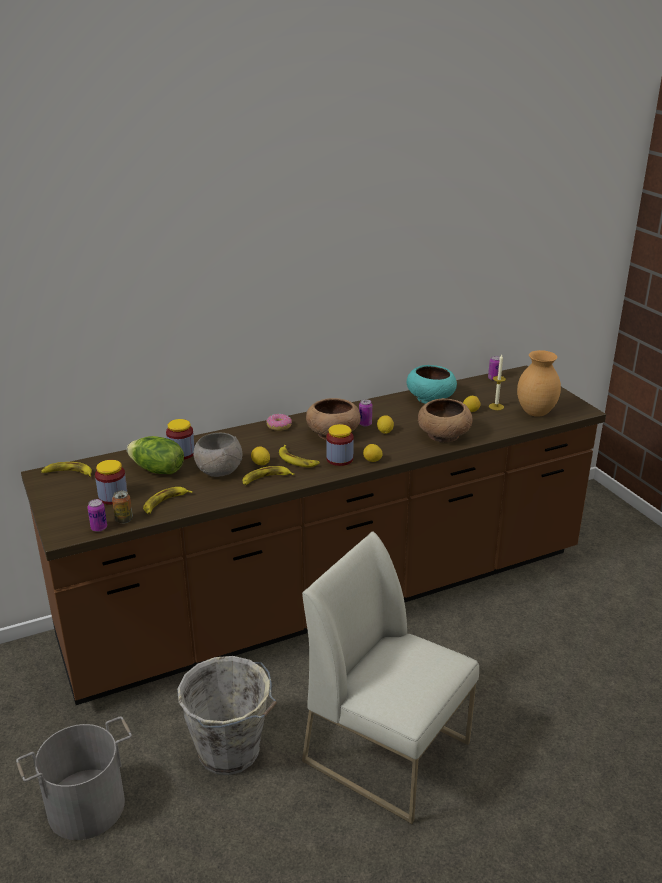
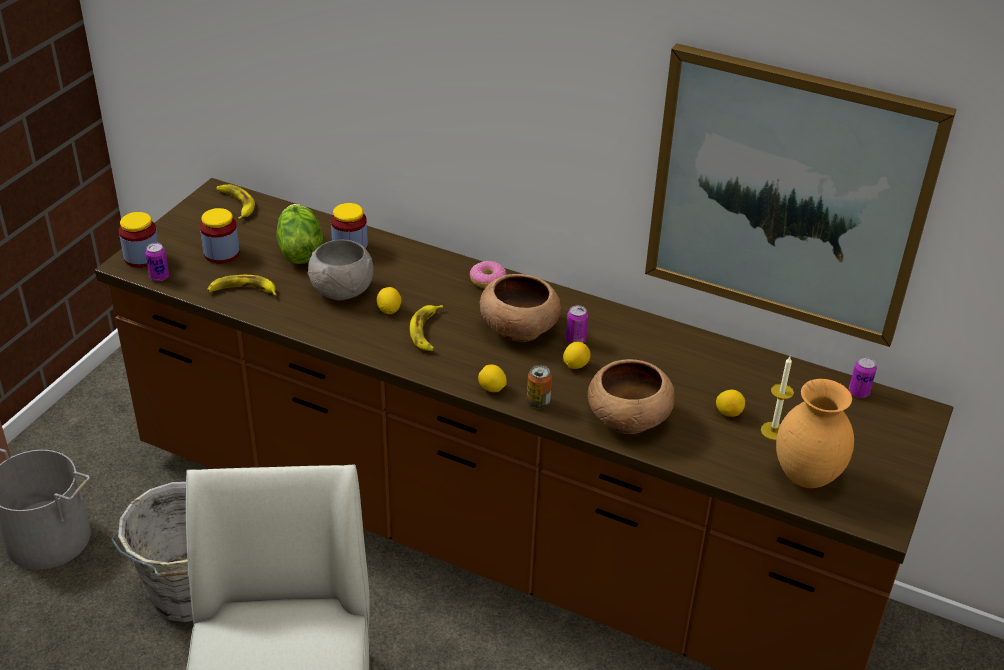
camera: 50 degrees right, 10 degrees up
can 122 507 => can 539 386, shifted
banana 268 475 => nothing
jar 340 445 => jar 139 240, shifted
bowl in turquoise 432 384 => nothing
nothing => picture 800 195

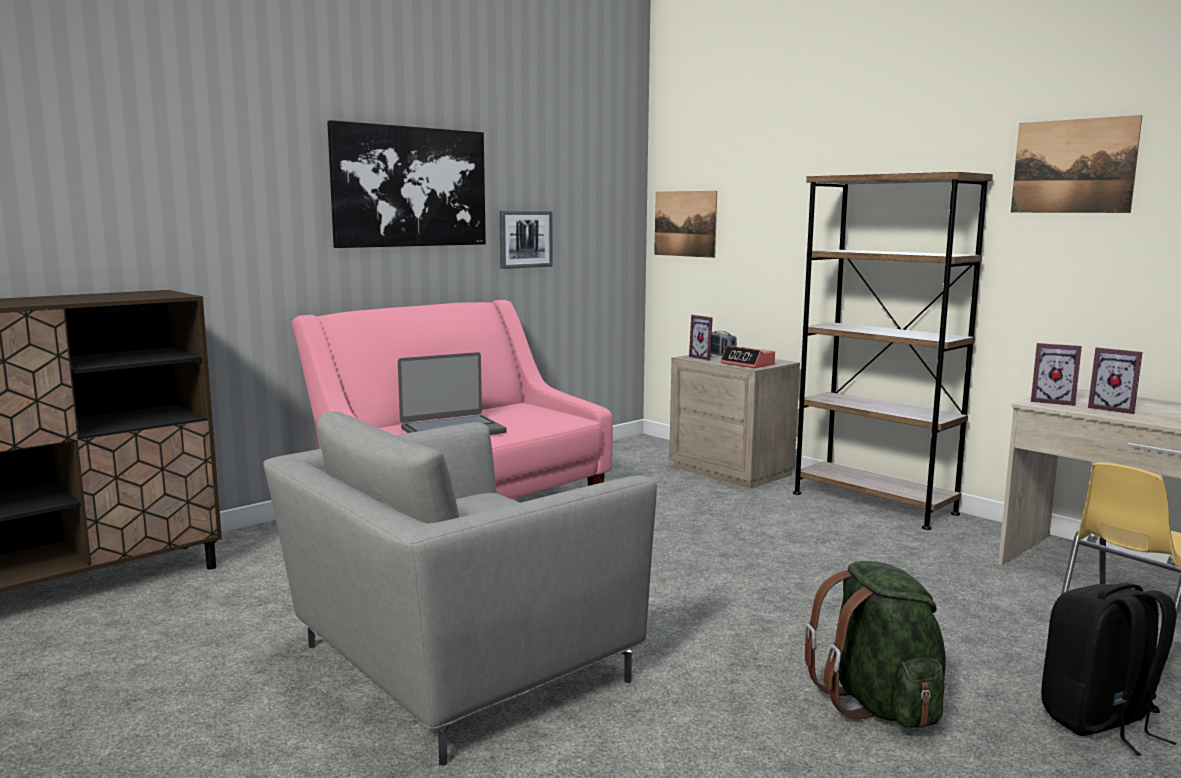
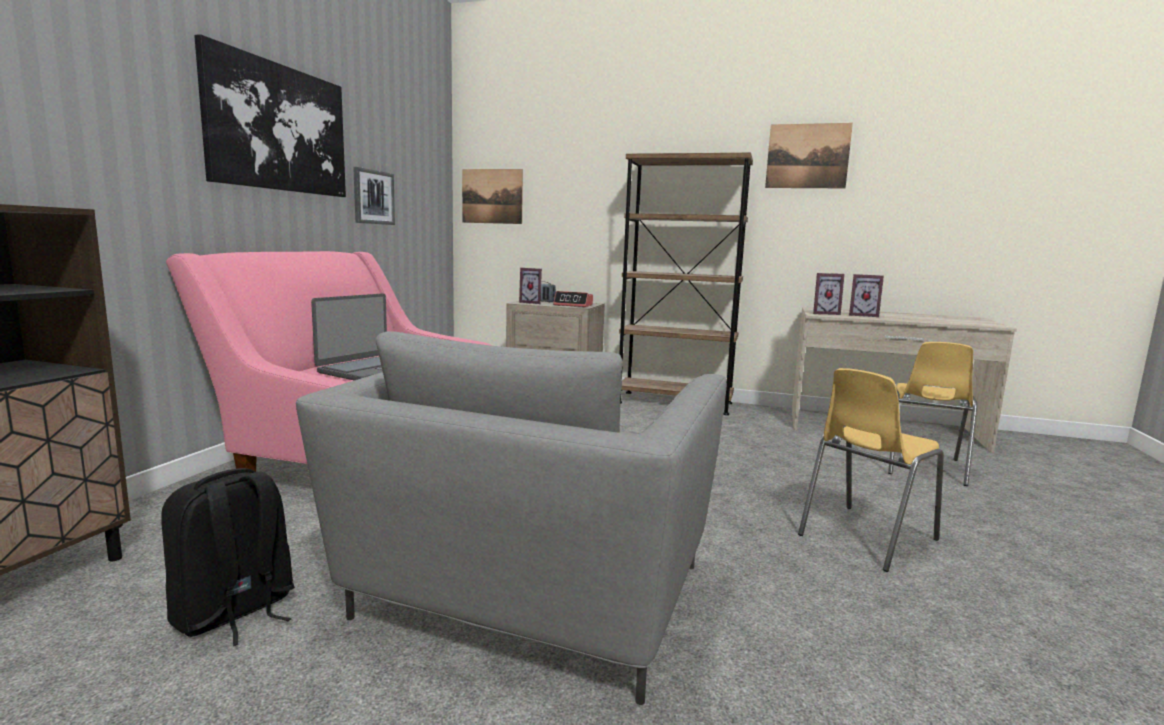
camera: 30 degrees left, 0 degrees up
backpack in green 875 645 => chair in yellow 871 470
backpack in black 1108 669 => backpack in black 228 557, shifted

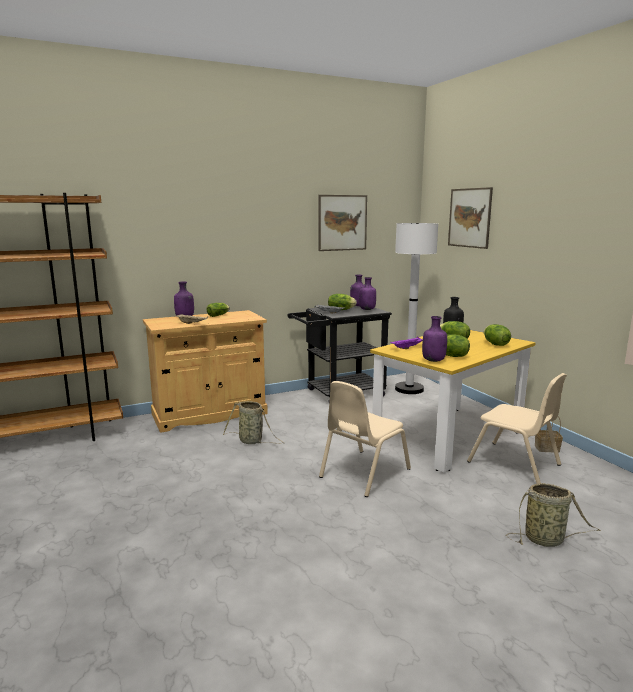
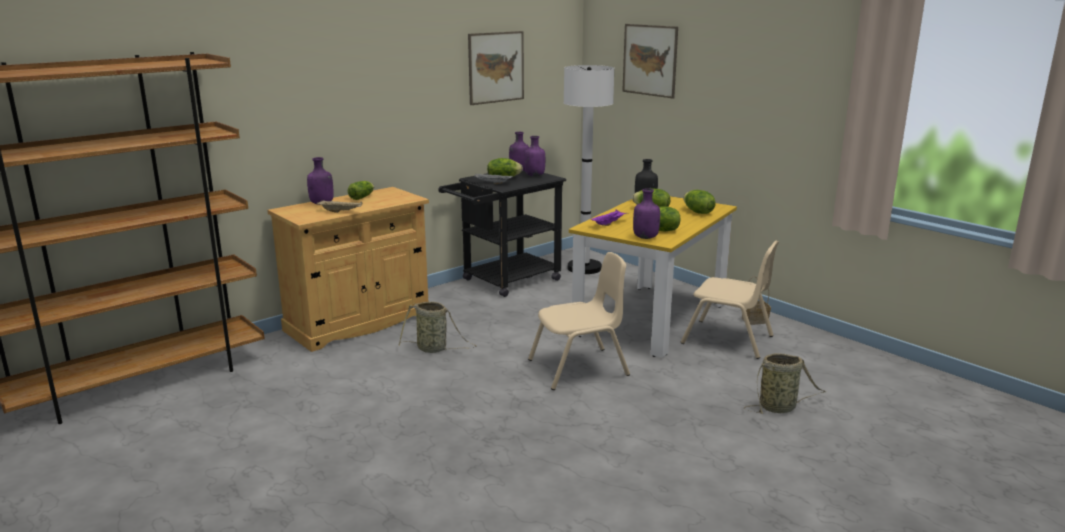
camera: 15 degrees left, 5 degrees up
chair in beige 365 439 => chair in beige 579 321, 135 degrees counterclockwise

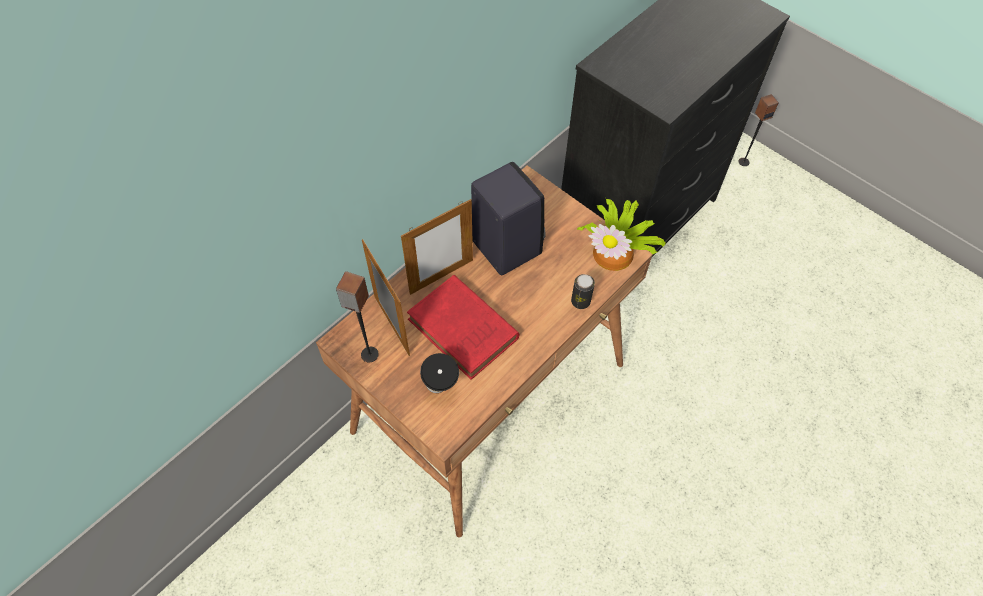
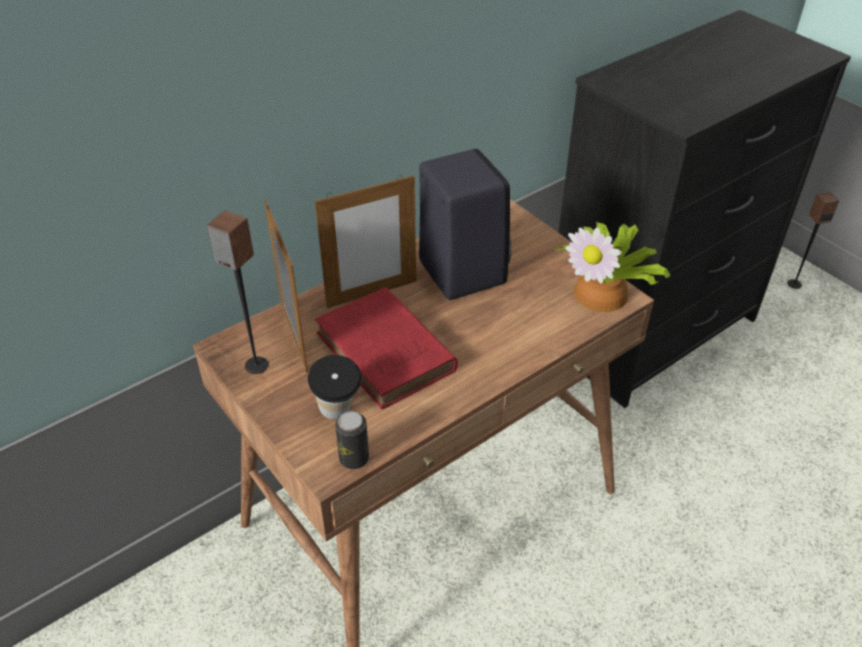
camera: 10 degrees right, 15 degrees down
can 583 291 => can 352 440, shifted

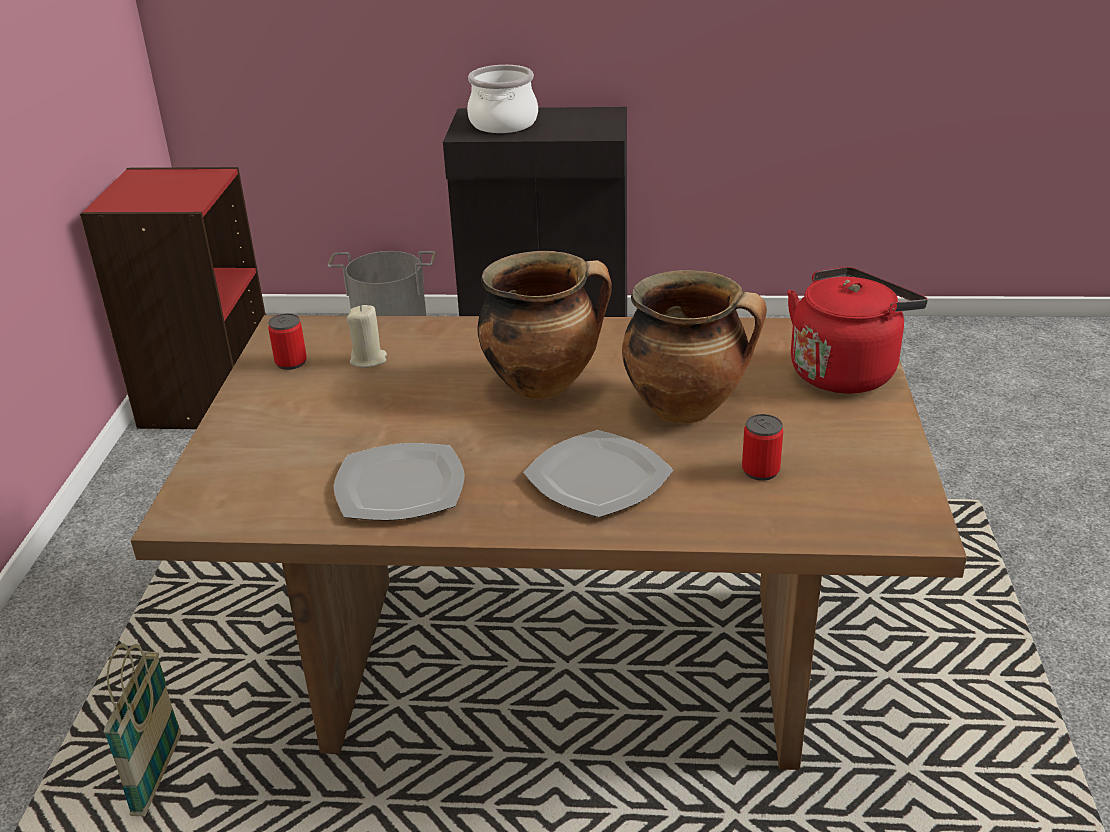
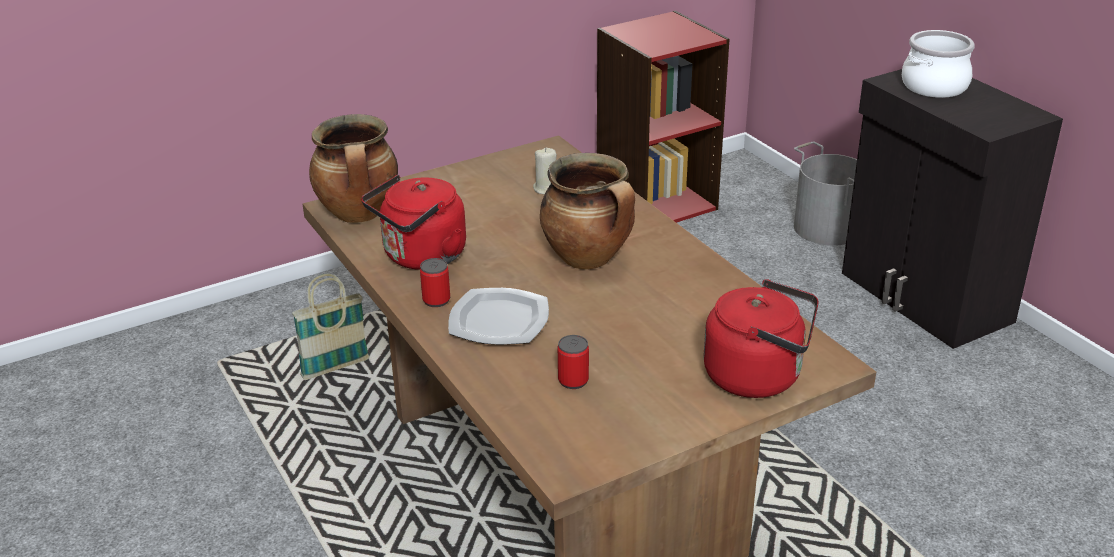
camera: 55 degrees right, 0 degrees up
can 287 342 => can 435 282, shifted
plate 399 482 => kettle in red 413 222
cooking pot 694 347 => cooking pot 353 168, shifted

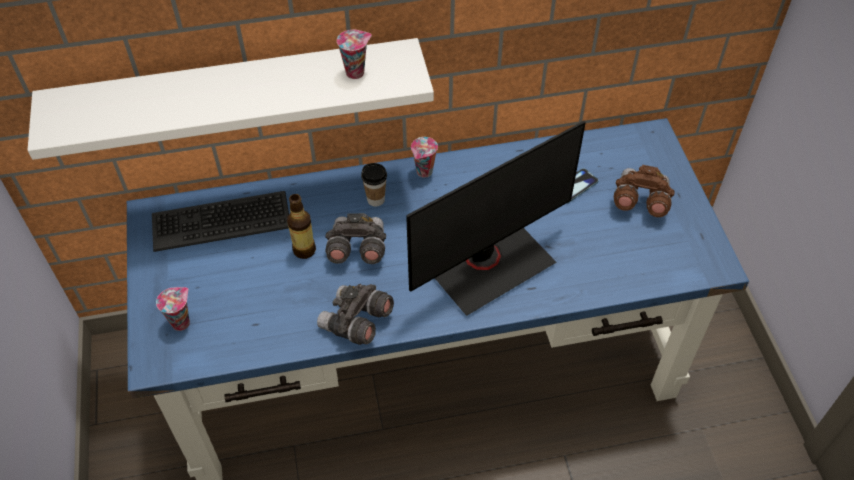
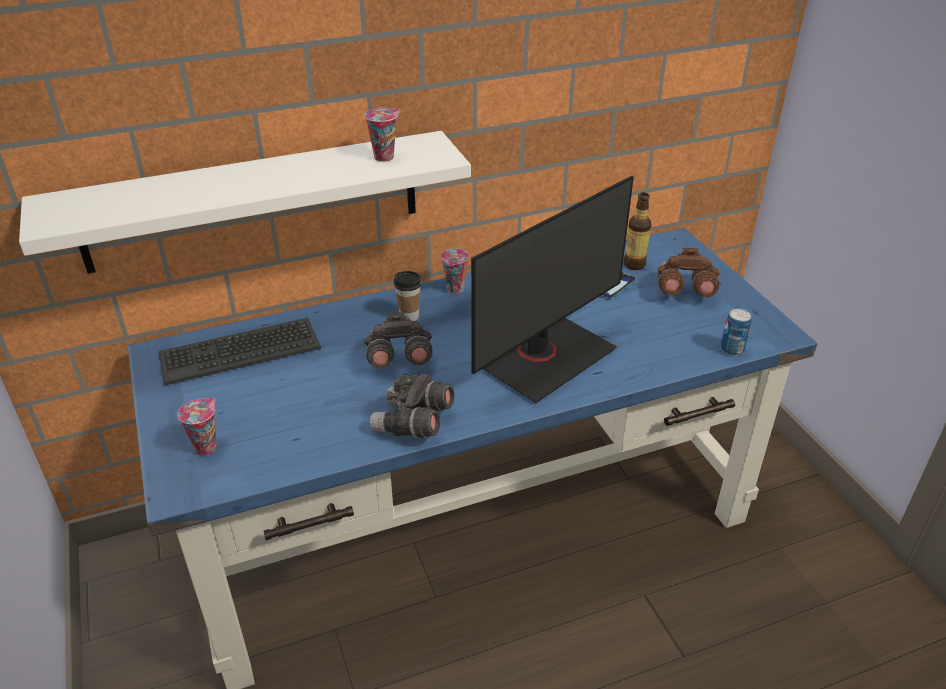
camera: 10 degrees left, 15 degrees down
bottle 301 226 => bottle 637 231, shifted
nothing => can 736 332

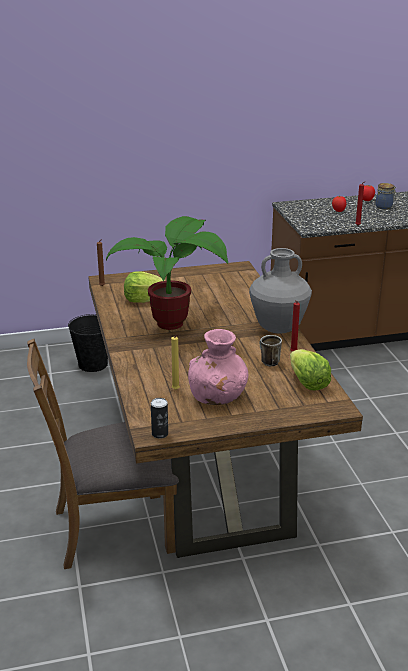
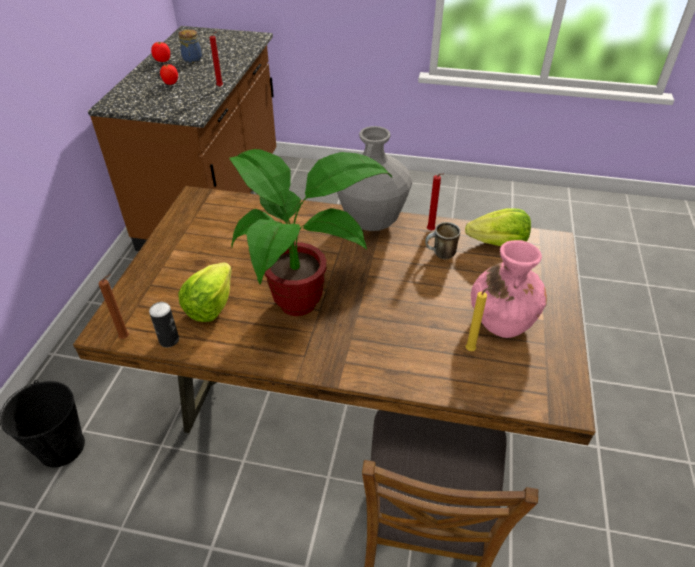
camera: 65 degrees left, 15 degrees up
can 159 418 => can 164 324, shifted

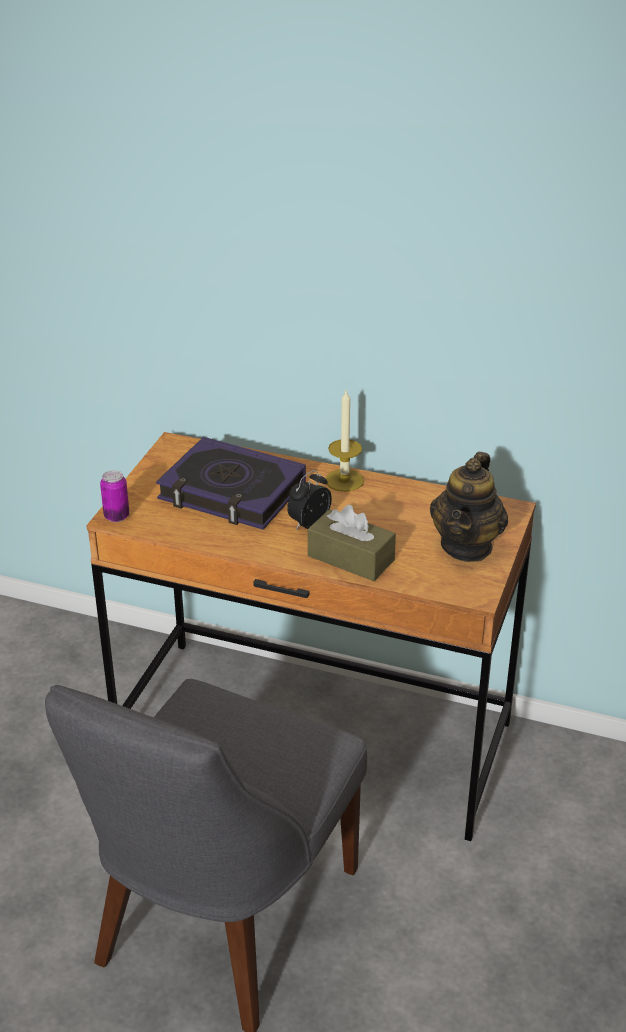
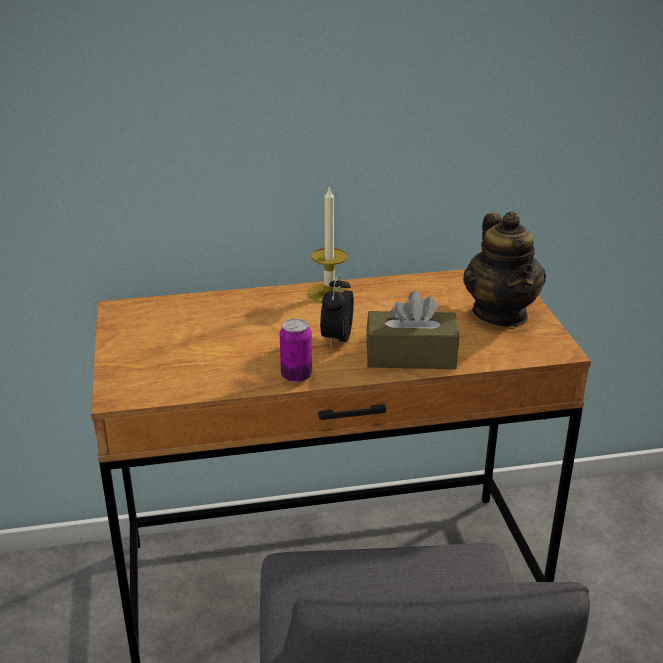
camera: 30 degrees left, 5 degrees down
can 114 496 => can 296 351, shifted
book 231 483 => nothing

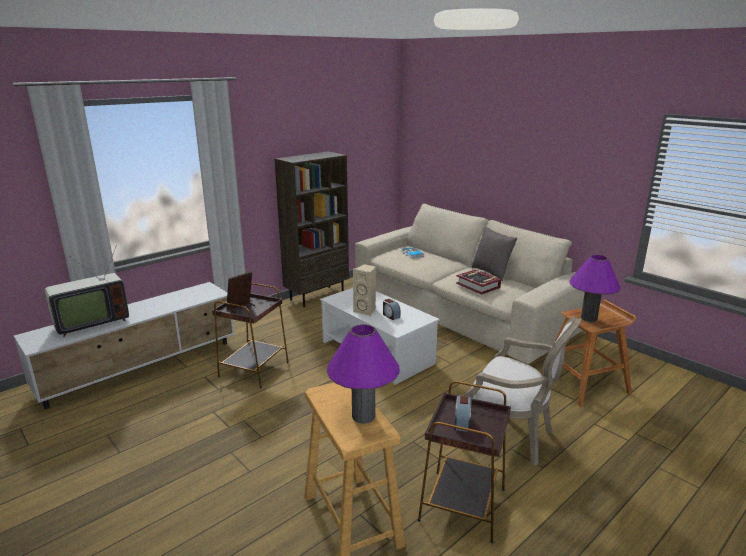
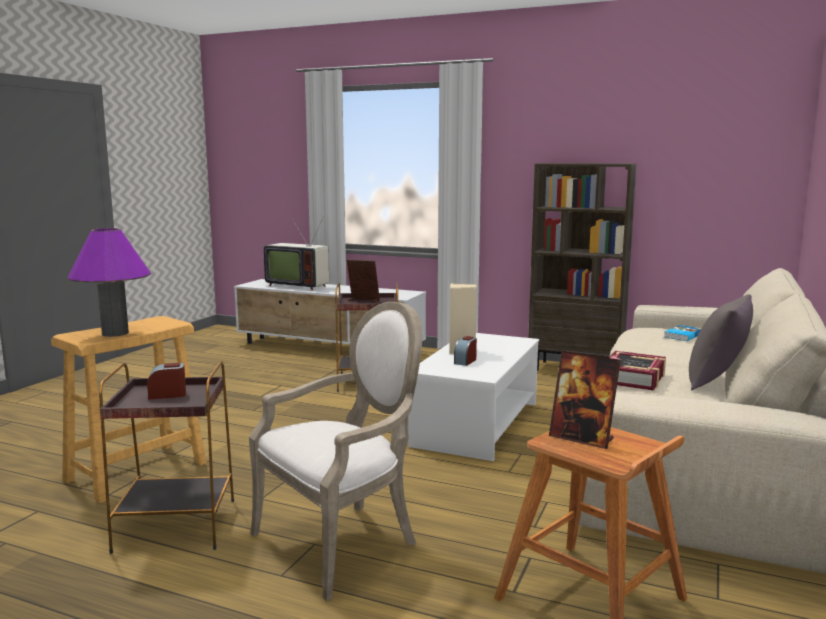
camera: 65 degrees right, 10 degrees down
armchair 520 391 => armchair 335 451, 135 degrees counterclockwise
table lamp in purple 595 288 => picture frame 585 400

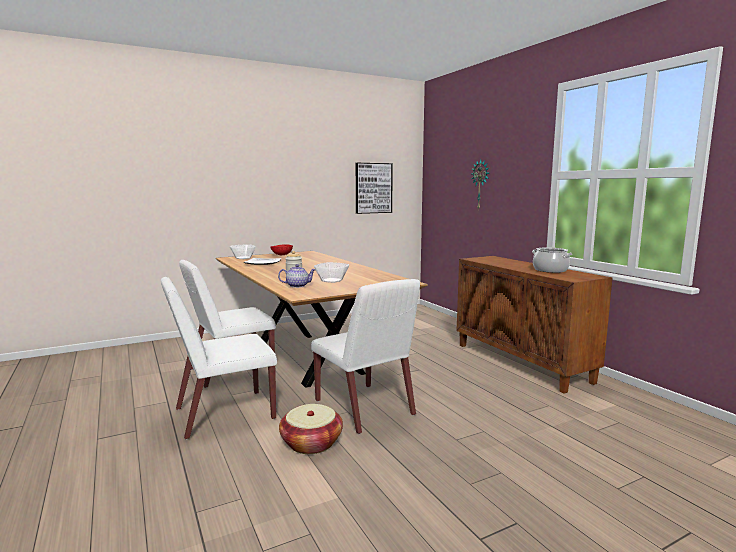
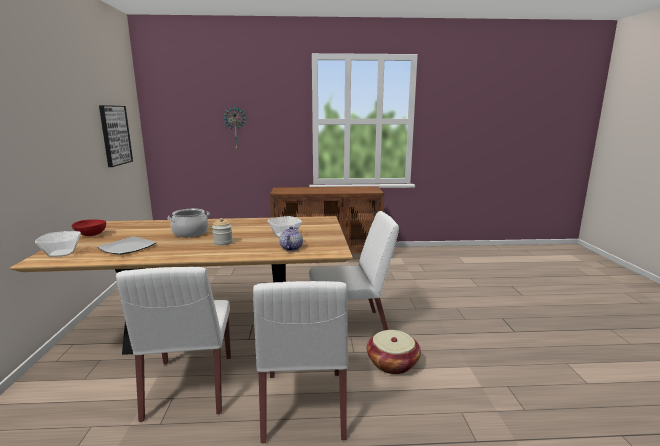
camera: 65 degrees left, 5 degrees up
cooking pot 552 260 => cooking pot 188 223, shifted

